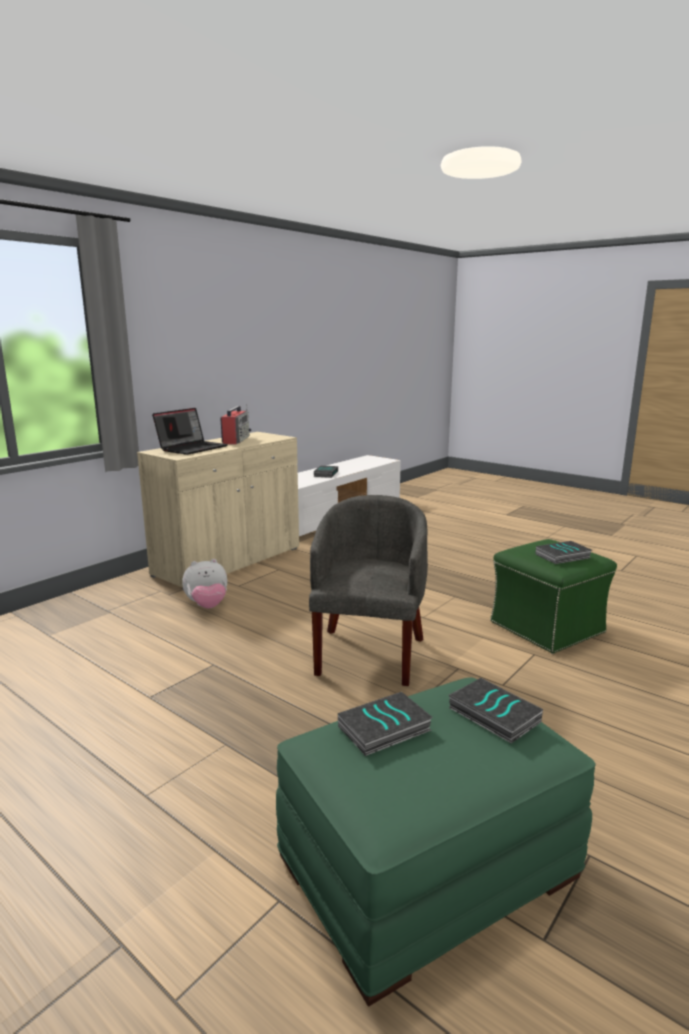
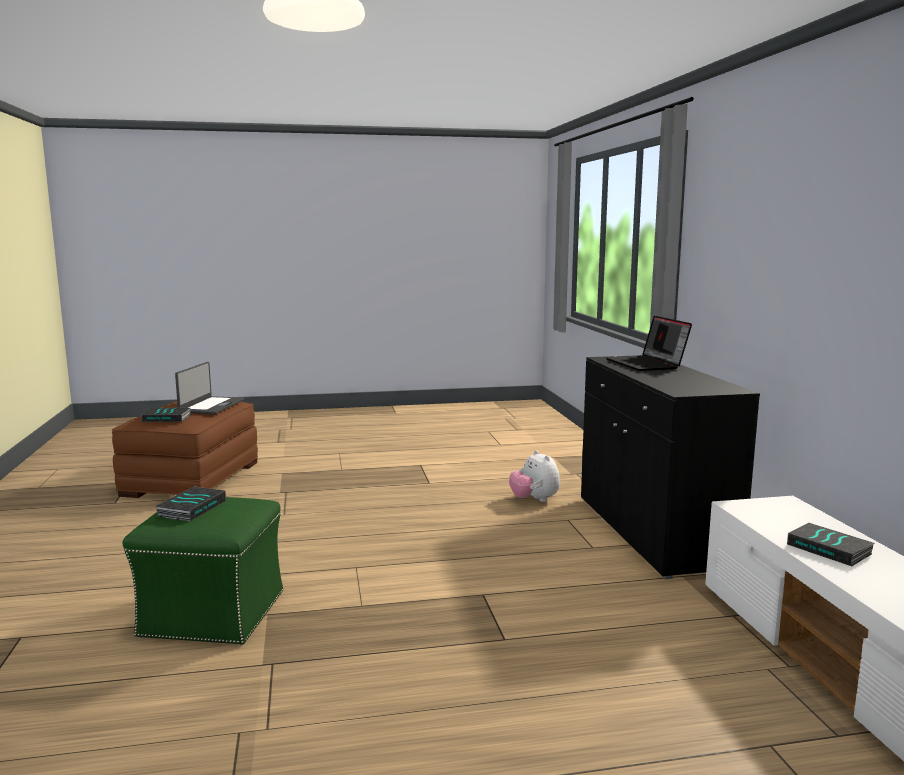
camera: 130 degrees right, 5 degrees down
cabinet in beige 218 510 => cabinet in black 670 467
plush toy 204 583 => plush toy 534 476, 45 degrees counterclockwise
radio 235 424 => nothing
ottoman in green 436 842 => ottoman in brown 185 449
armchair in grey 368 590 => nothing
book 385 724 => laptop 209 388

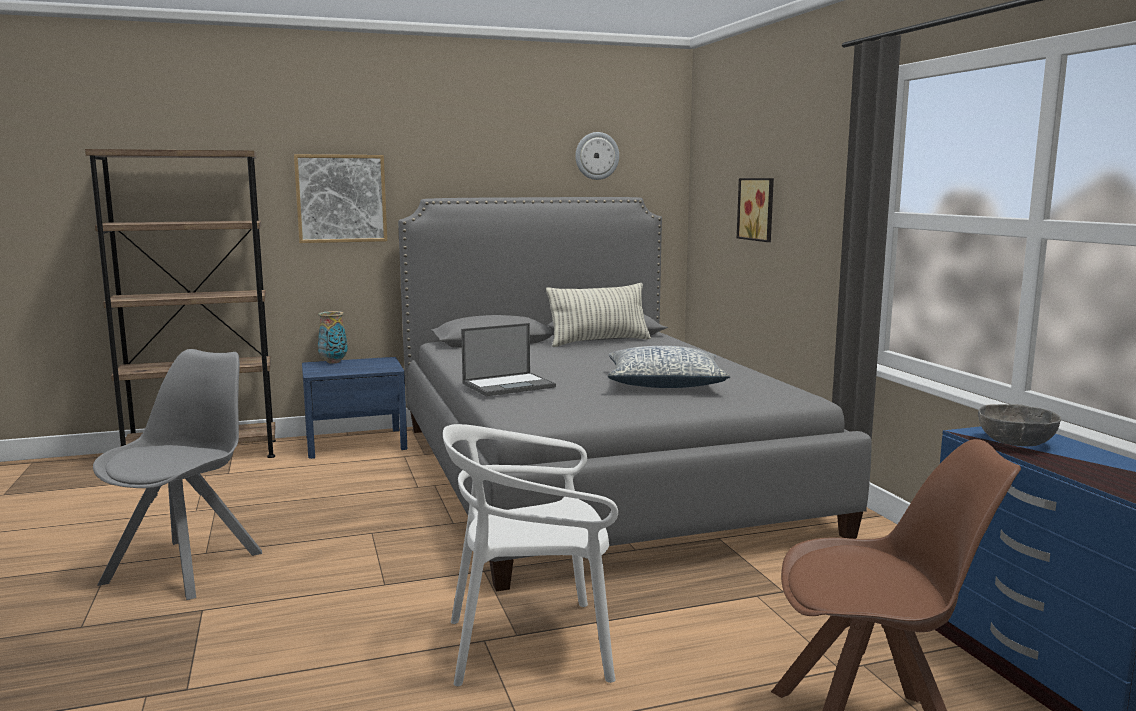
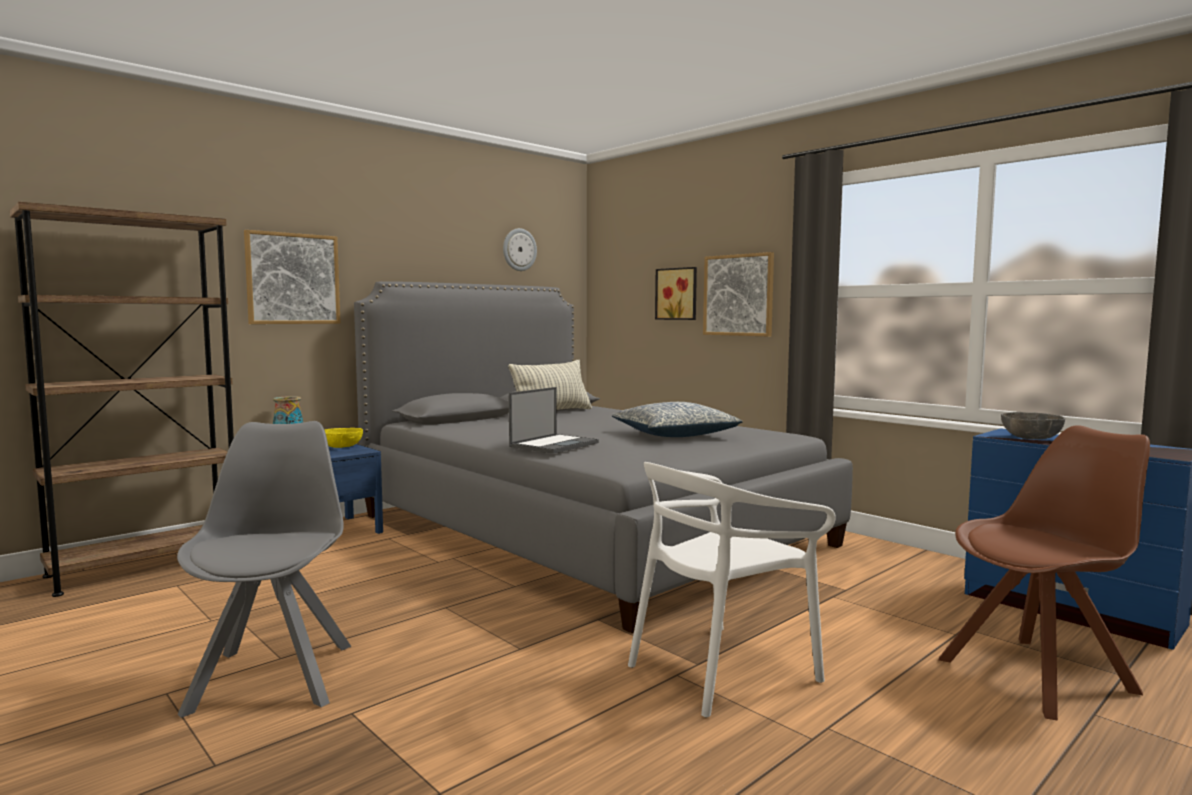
camera: 25 degrees left, 5 degrees down
nothing => bowl in yellow 343 438
nothing => picture 738 294

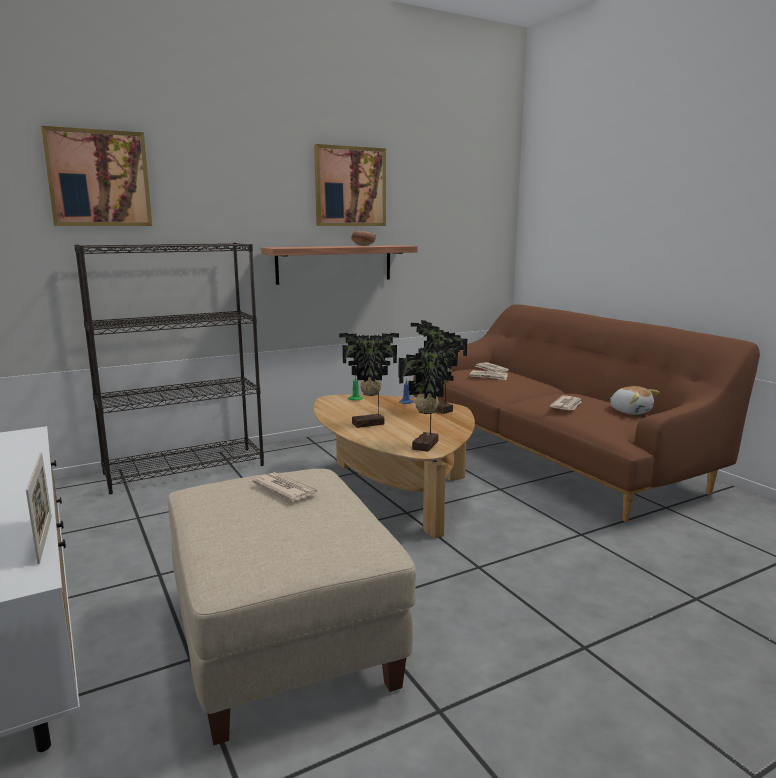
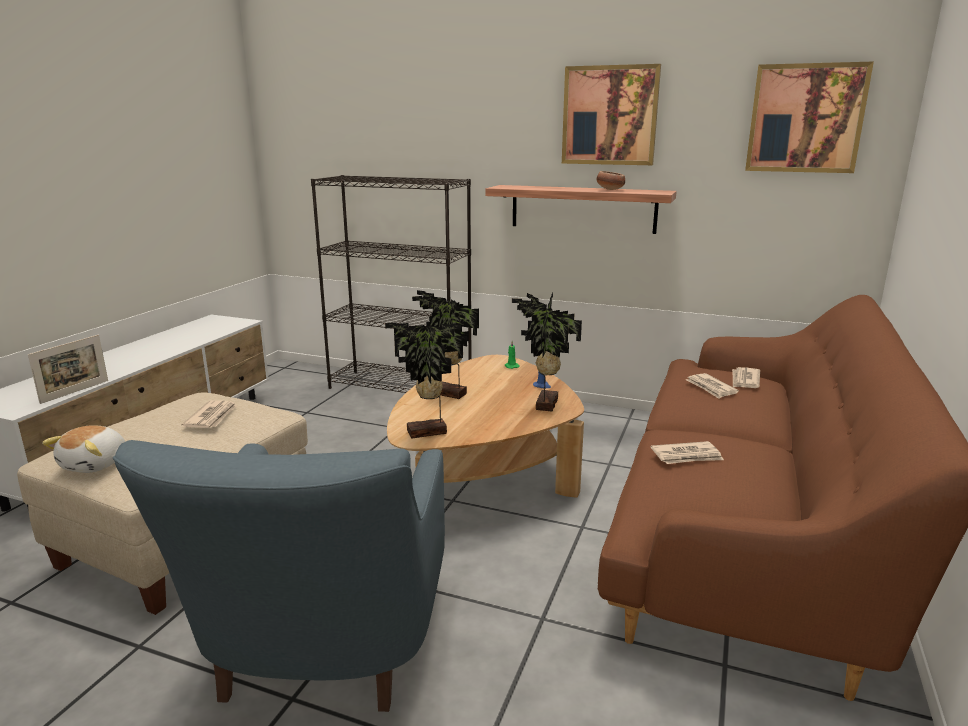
camera: 50 degrees right, 5 degrees up
picture 96 176 => picture 809 117, shifted
plush toy 634 400 => plush toy 83 449, shifted
nothing => armchair in blue 279 576

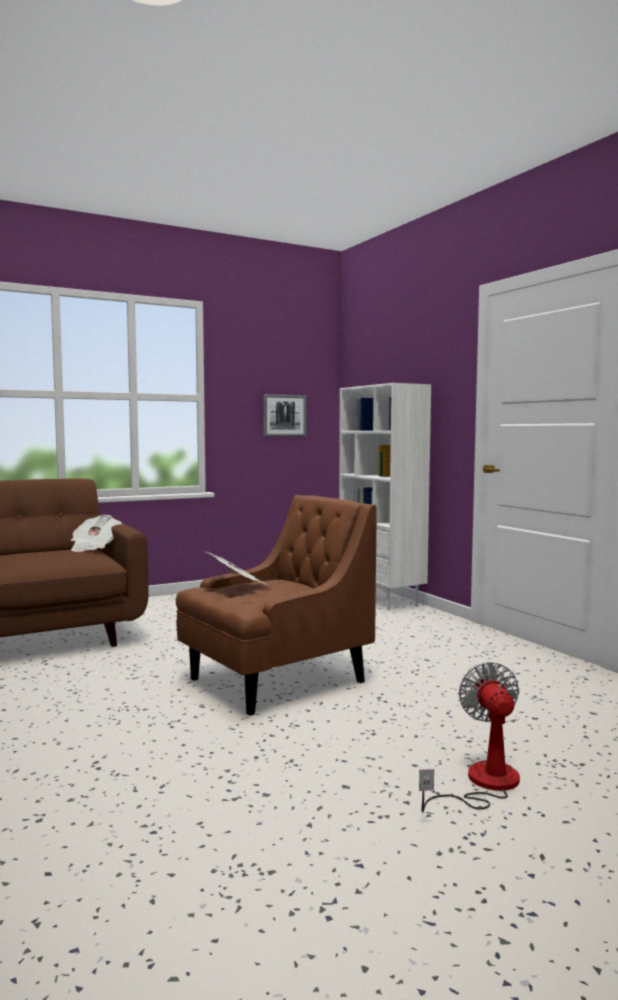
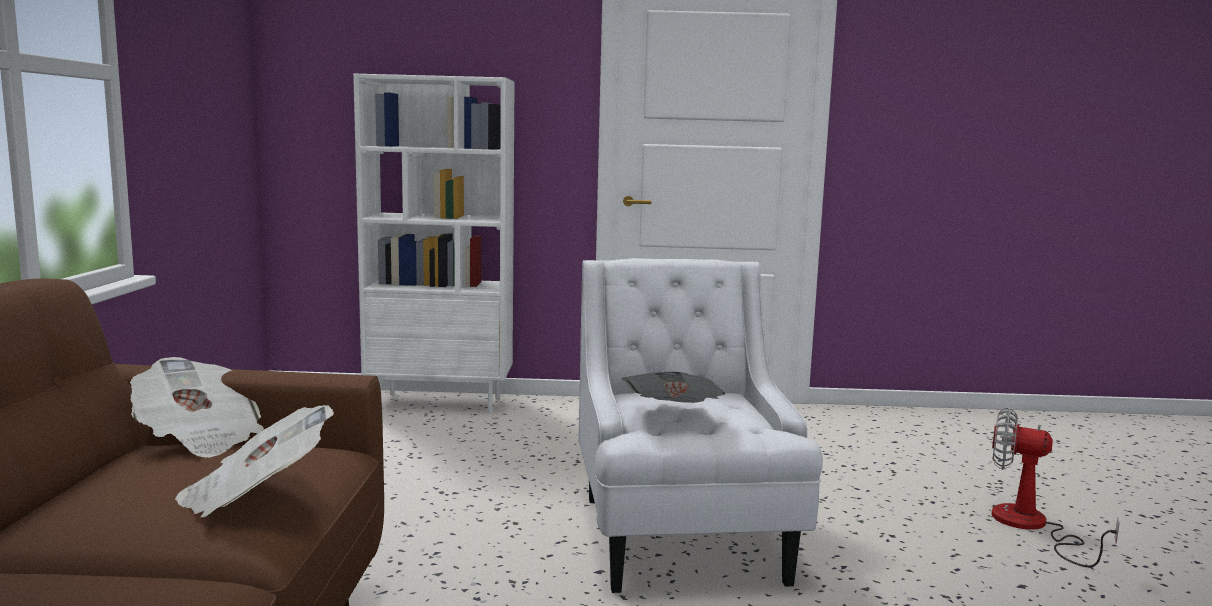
camera: 60 degrees left, 5 degrees up
armchair in brown 276 605 => armchair in white 700 425
picture 285 415 => nothing
nothing => newspaper 254 461

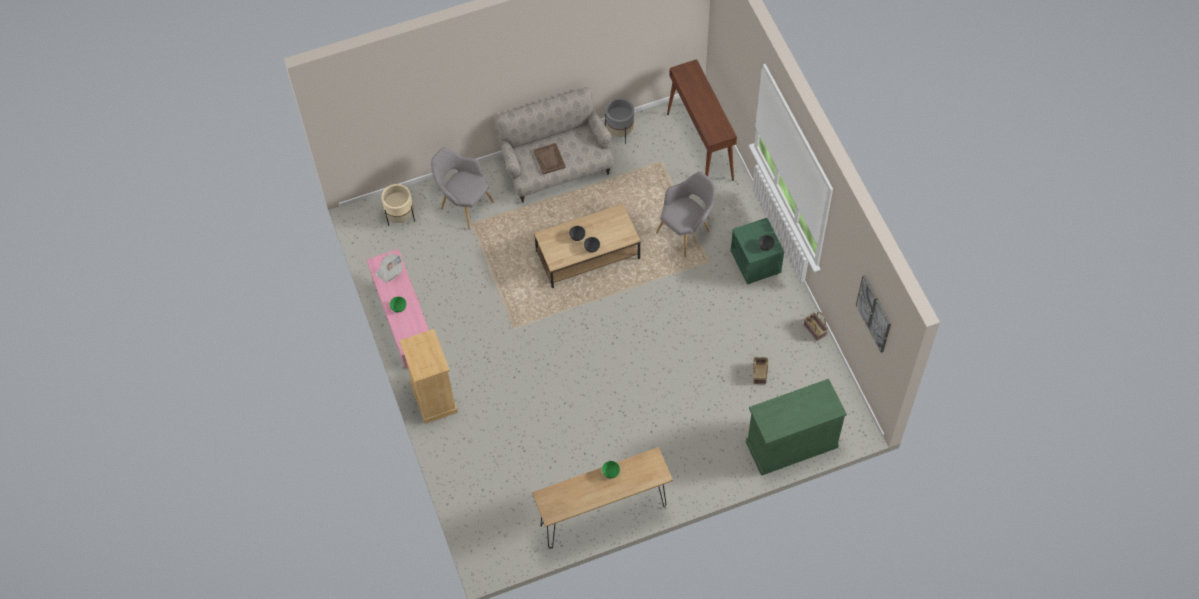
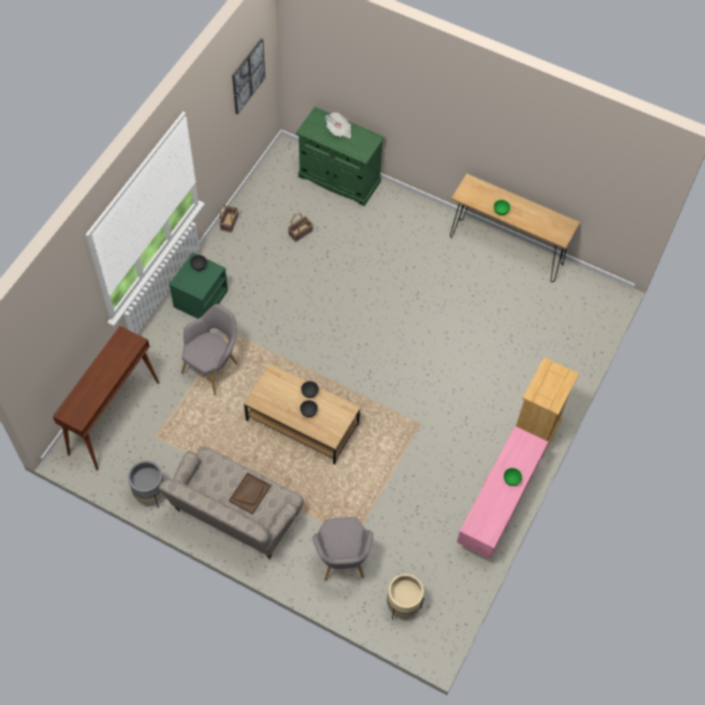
camera: 135 degrees left, 0 degrees up
newspaper 389 268 => newspaper 338 125, shifted
armchair in grey 685 214 => armchair in grey 209 349, 120 degrees clockwise

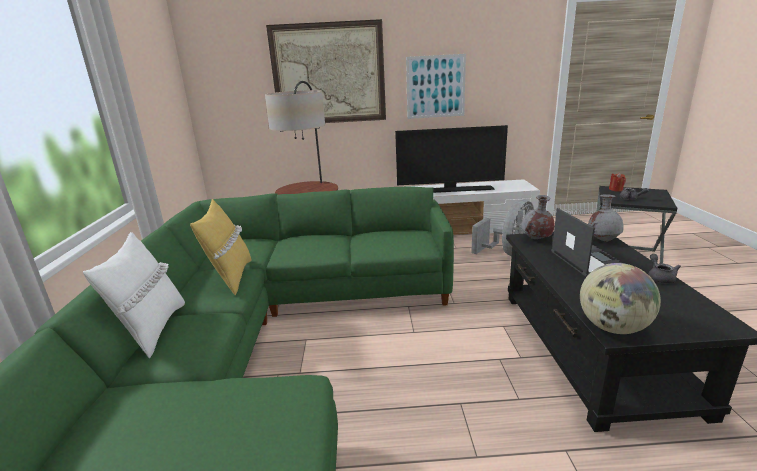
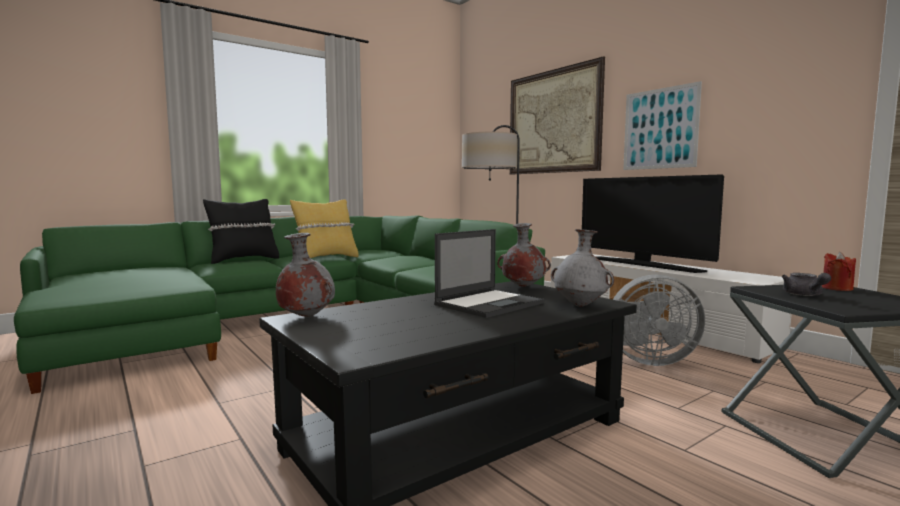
camera: 55 degrees right, 15 degrees down
pillow in white 134 295 => pillow in black 241 231
globe 620 298 => vase in grey 305 275
teapot in grey 665 268 => nothing

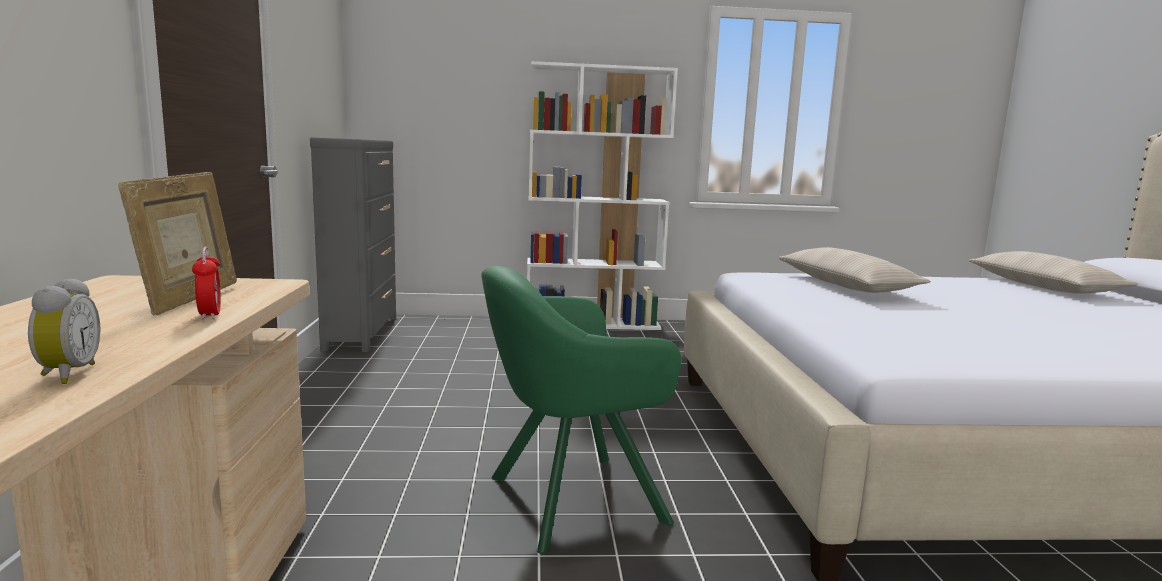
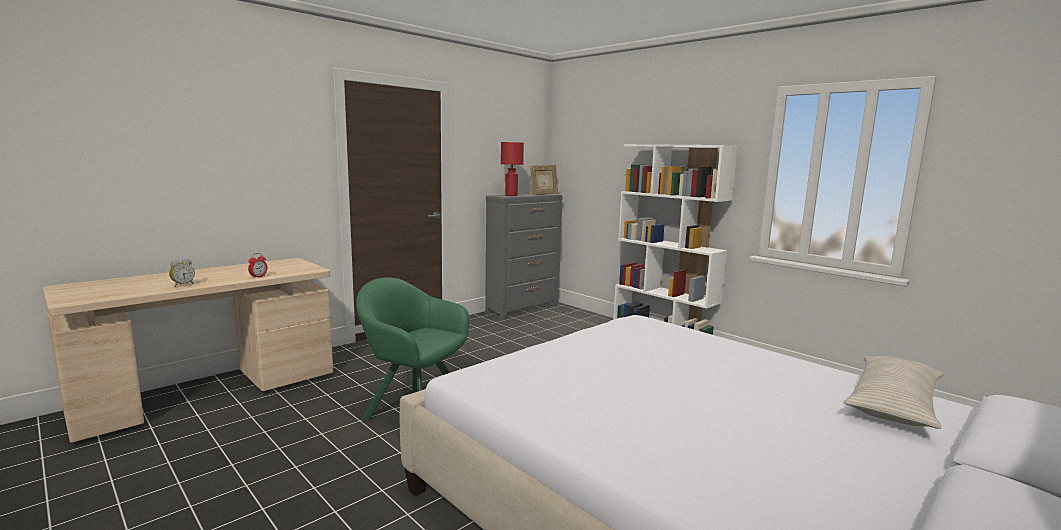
camera: 50 degrees right, 0 degrees up
picture frame 178 243 => picture frame 544 180, shifted
pillow in beige 854 270 => nothing
nothing => table lamp in red 512 169

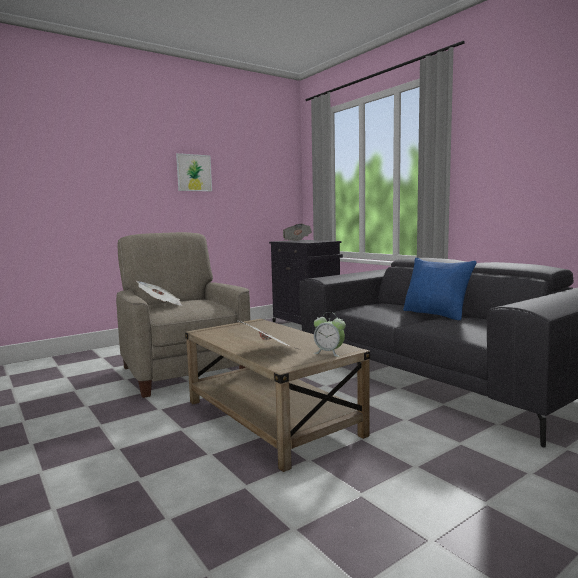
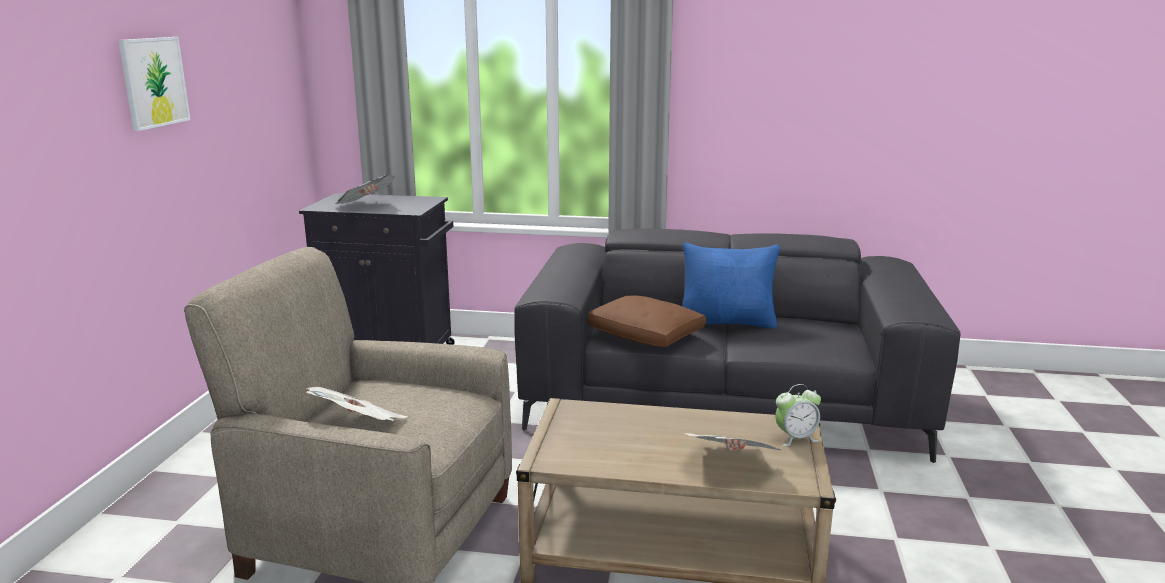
camera: 45 degrees left, 10 degrees up
nothing => pillow in brown 647 321

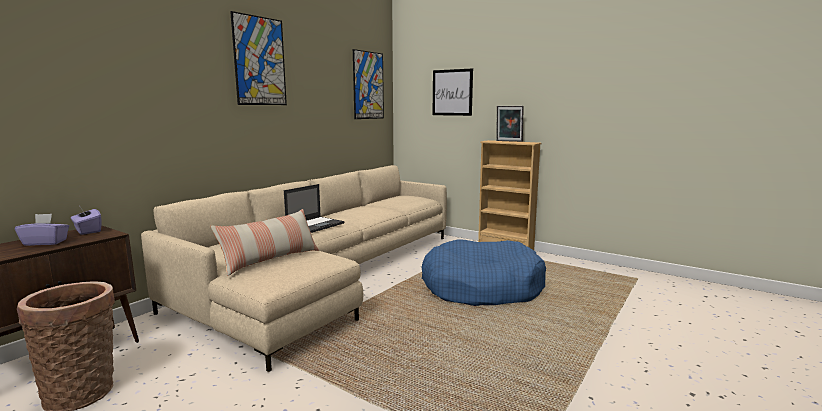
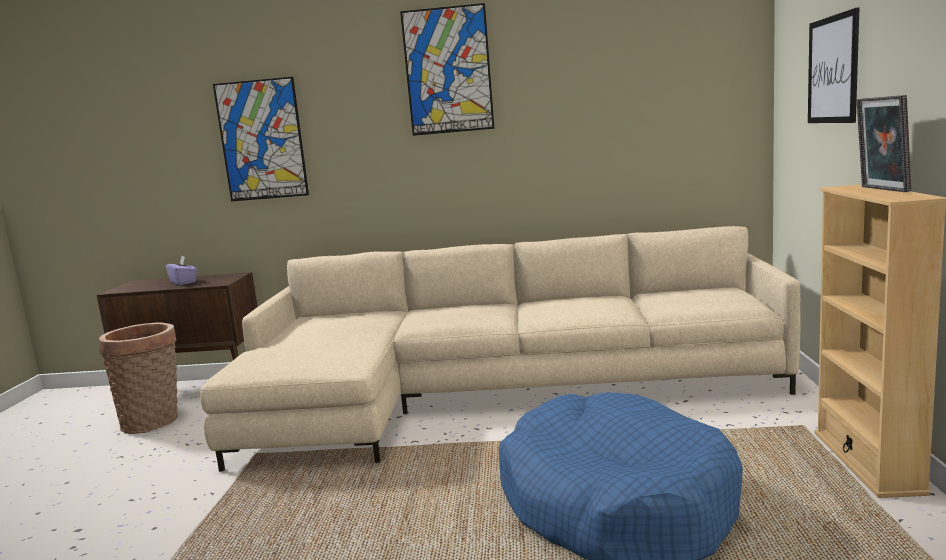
camera: 60 degrees right, 0 degrees up
tissue box in purple 86 220 => nothing
pillow 264 242 => nothing
laptop 314 208 => nothing
picture 368 84 => picture 261 139, shifted

